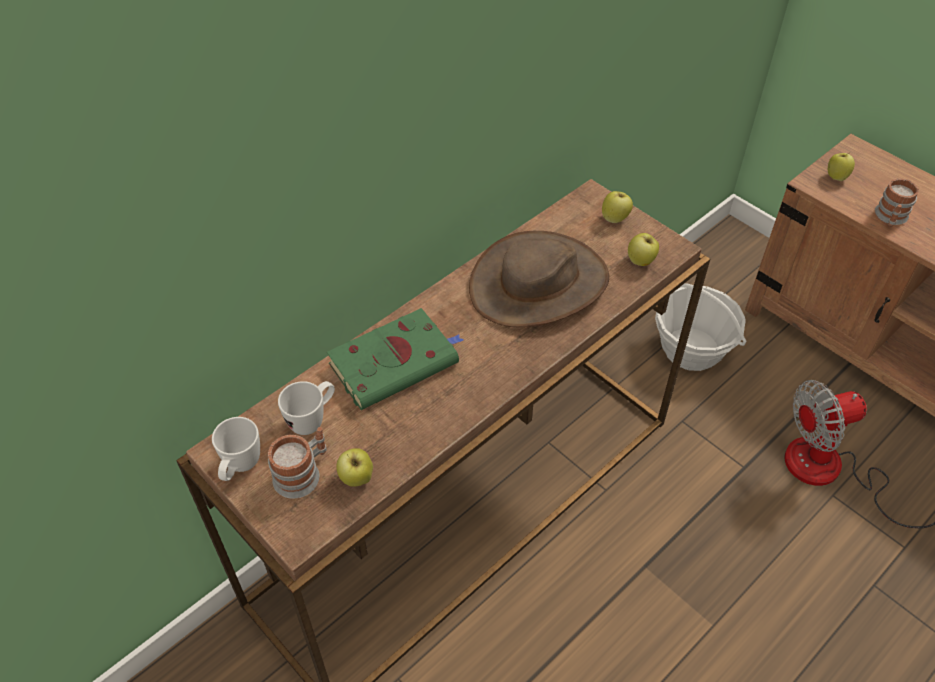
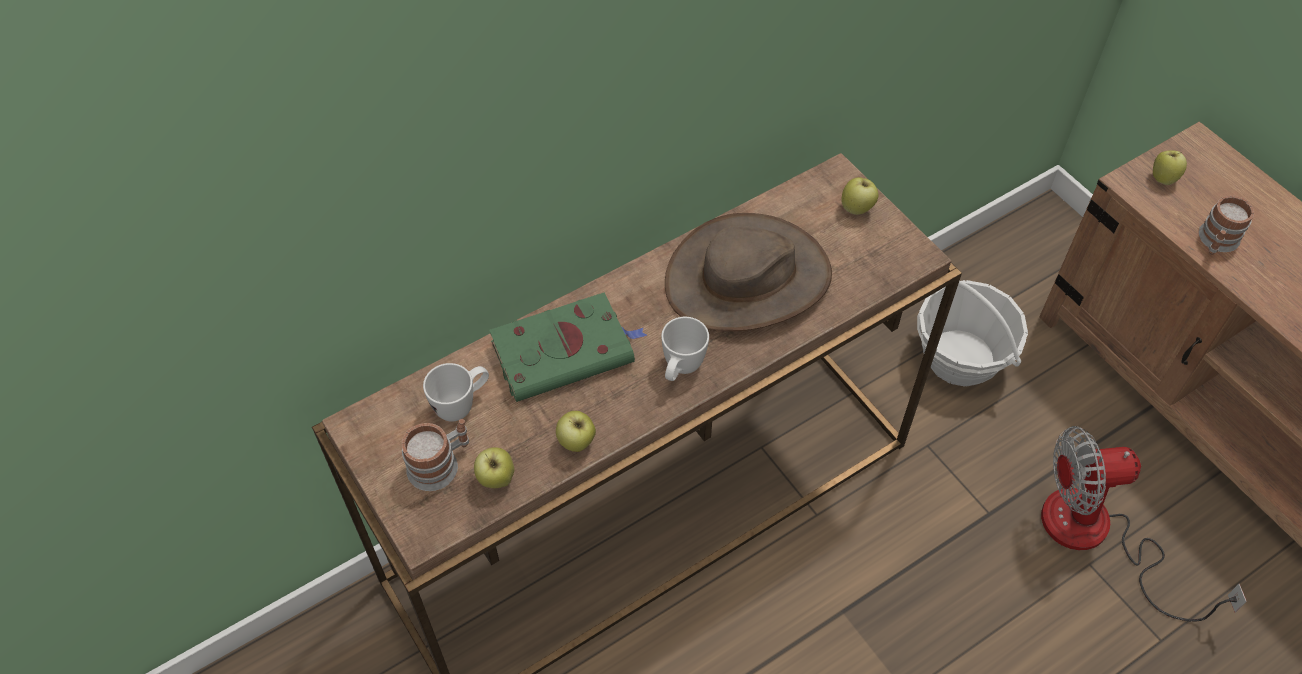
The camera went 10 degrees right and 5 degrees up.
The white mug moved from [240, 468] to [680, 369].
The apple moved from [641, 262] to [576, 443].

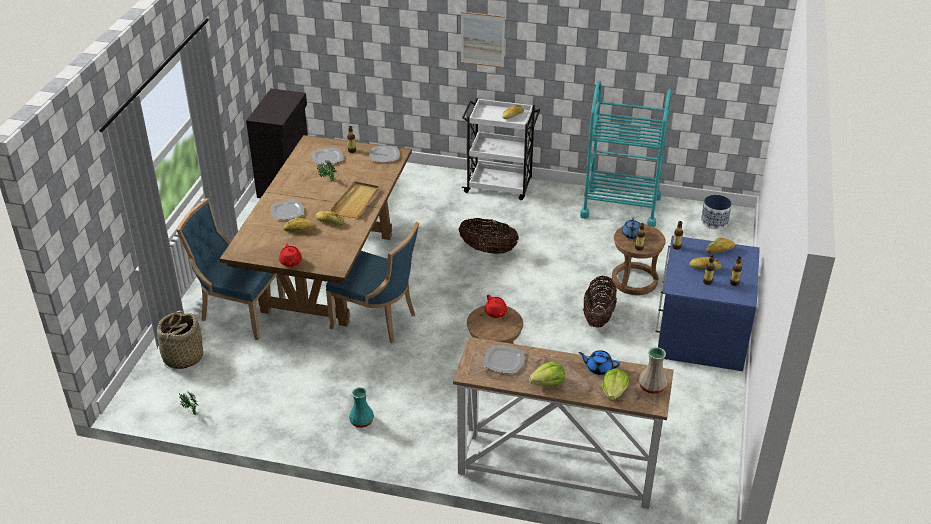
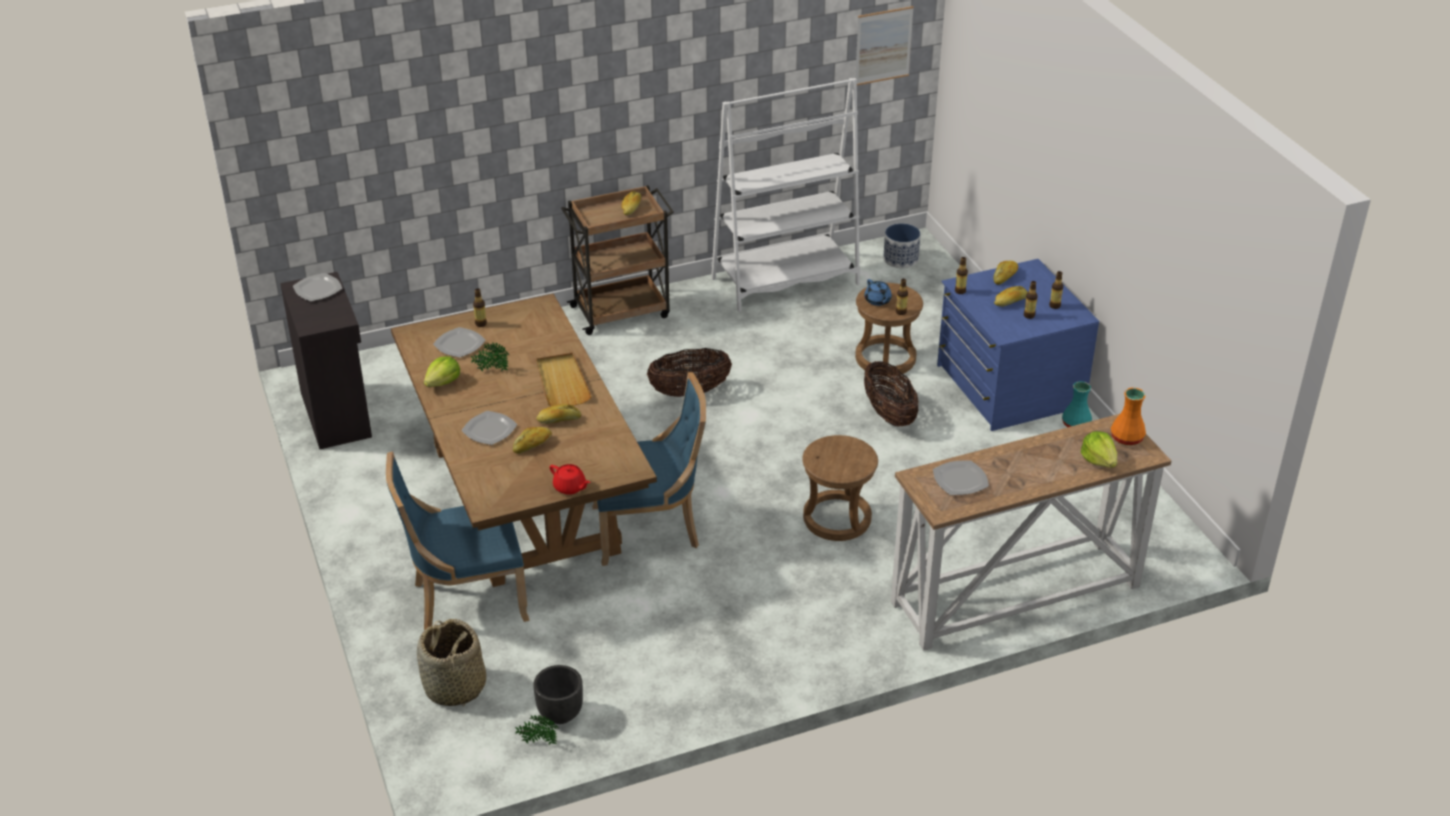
The camera went 35 degrees left and 0 degrees up.
The red teapot at [495, 313] disappeared.
The blue teapot at [598, 368] disappeared.
The black planter at [561, 714] appeared.
The turquoise vase moved from [361, 421] to [1075, 425].
The plate moved from [384, 155] to [317, 289].
The picture moved from [482, 39] to [883, 45].
The lettuce moved from [548, 383] to [443, 382].
The turquoise cart at [620, 207] was replaced by the white bookcase at [785, 281].
The white cart at [499, 186] became the brown cart at [622, 311].
The beige vase at [651, 387] became the orange vase at [1126, 438].

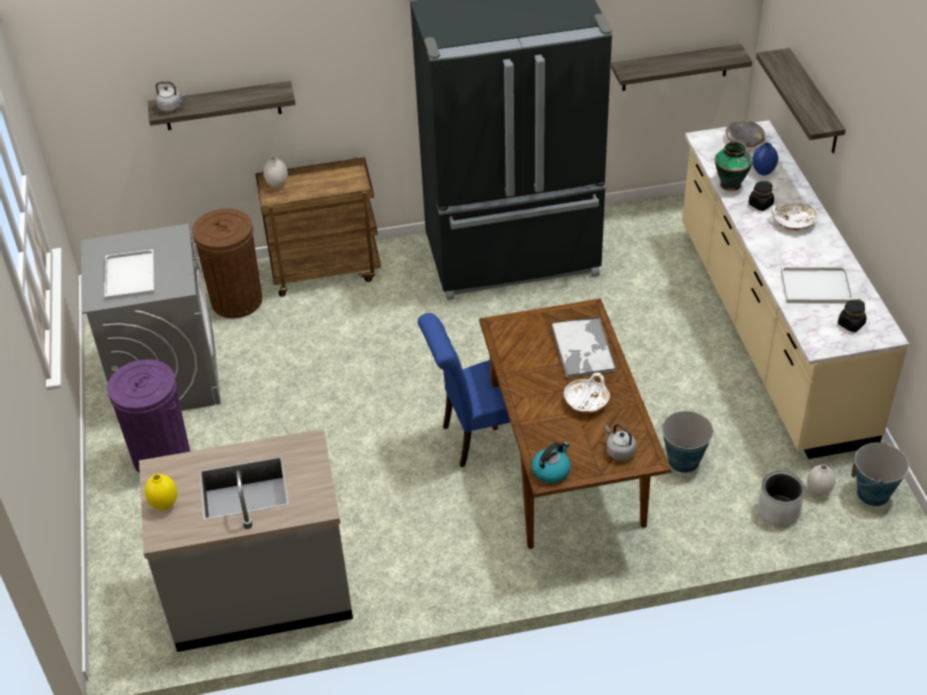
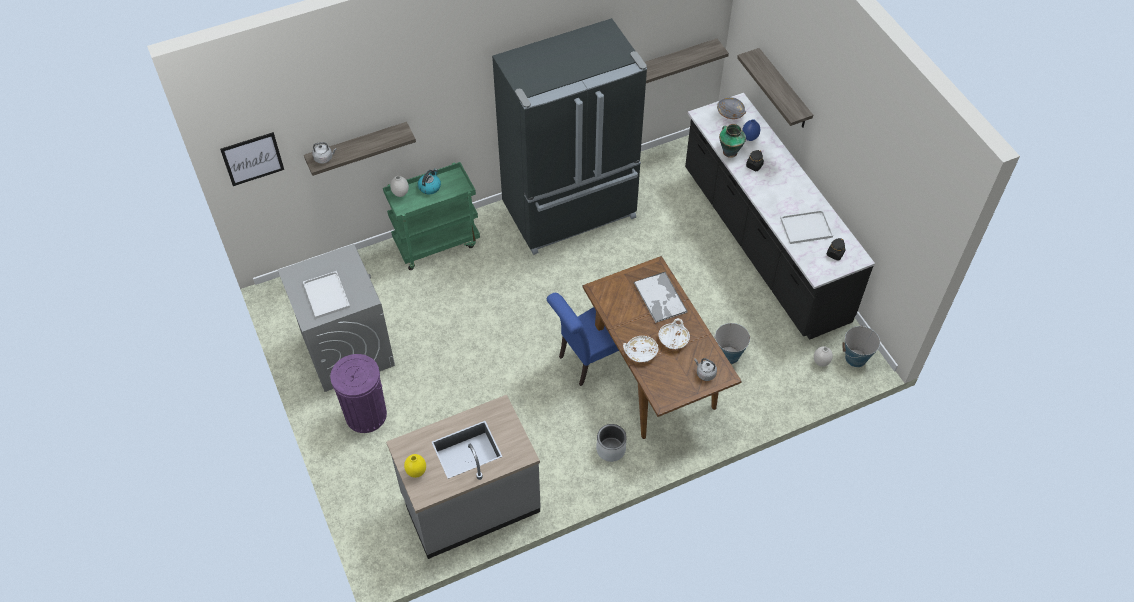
The camera went 15 degrees left and 10 degrees up.
The brown trash can at [236, 300] disappeared.
The picture at [252, 159] appeared.
The kettle moved from [551, 470] to [429, 187].
The grey planter moved from [778, 510] to [610, 449].
The white bowl moved from [793, 222] to [640, 352].
The brown cart at [326, 270] became the green cart at [437, 242].
The beige counter at [770, 331] became the black counter at [763, 245].

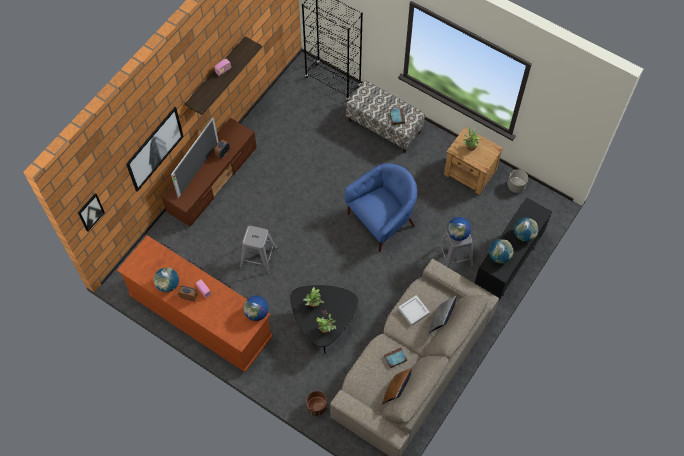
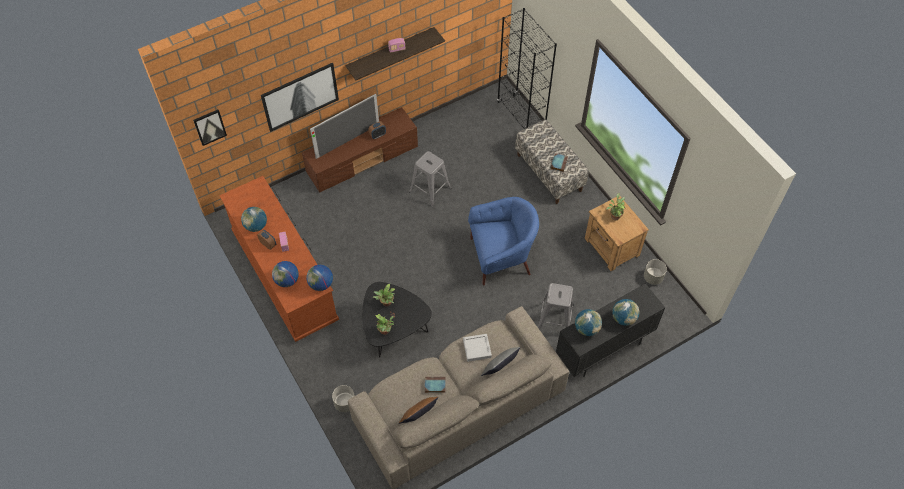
The camera went 25 degrees right and 5 degrees down.
The grey stool moved from [258, 257] to [429, 190].
The globe moved from [458, 234] to [287, 280].
The brown planter at [317, 407] became the grey planter at [345, 403].

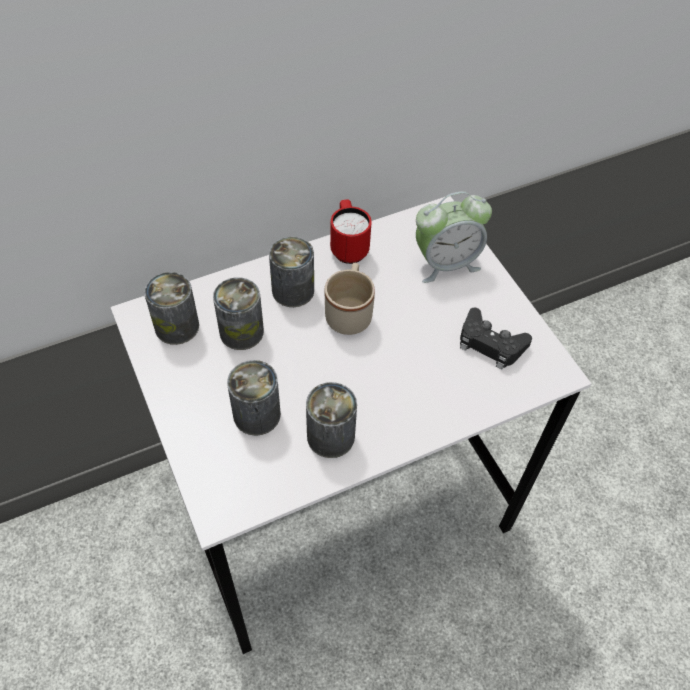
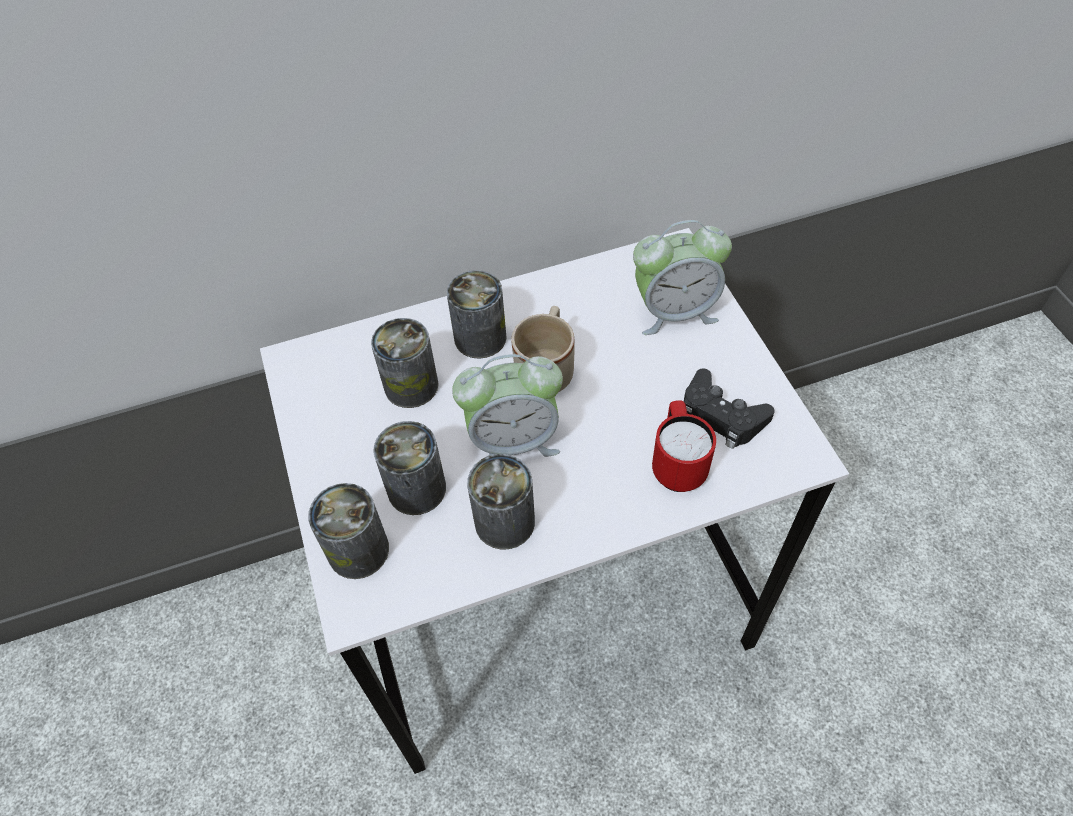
The camera went 10 degrees right and 0 degrees up.
The alarm clock at [513, 440] appeared.
The can moved from [177, 326] to [358, 550].
The red mug moved from [348, 247] to [677, 464].

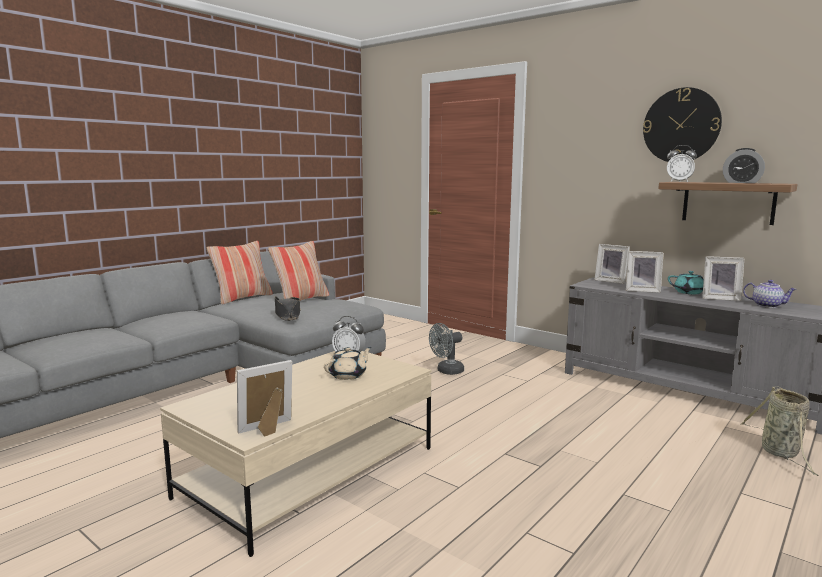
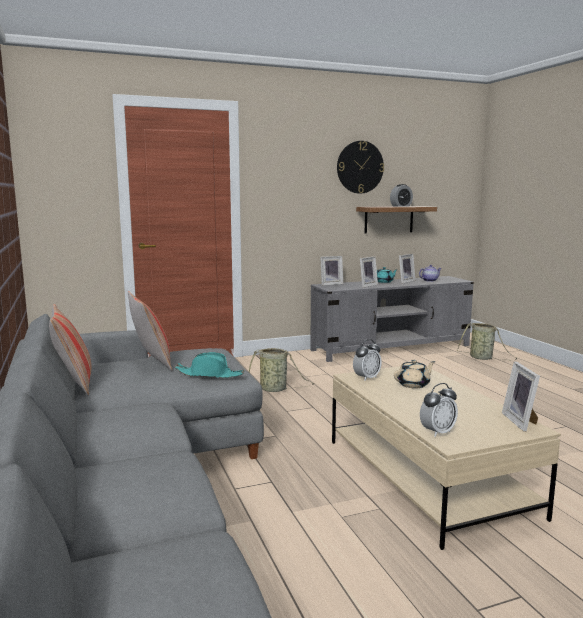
The camera went 60 degrees left and 0 degrees up.
The alarm clock moved from [679, 182] to [437, 432].
The grey fan at [446, 371] was replaced by the basket at [275, 389].
The black hat at [287, 315] became the turquoise hat at [210, 374].
The beige teapot at [348, 375] turned 75 degrees clockwise.

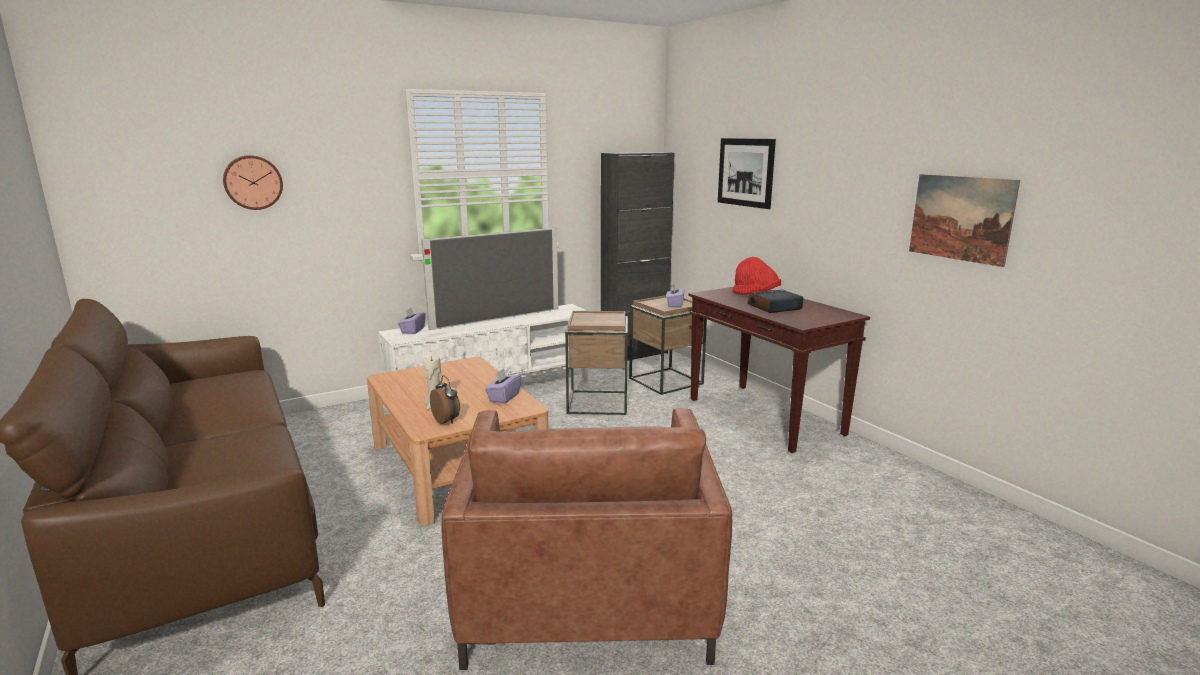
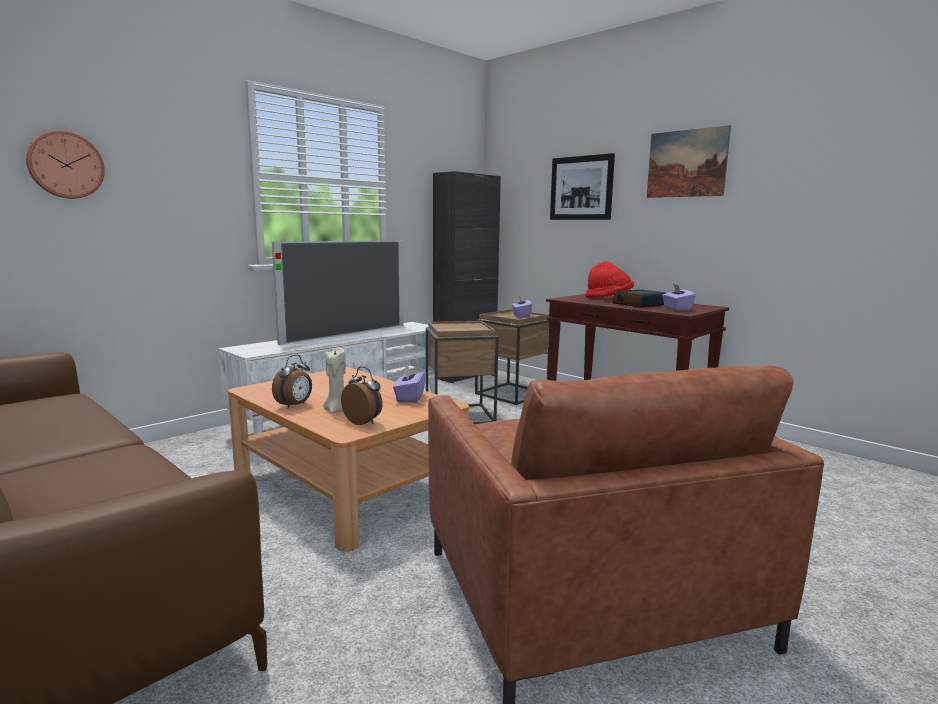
The camera went 15 degrees left and 5 degrees down.
The alarm clock at [295, 405] appeared.
The purple tissue box moved from [412, 330] to [676, 309].
The picture moved from [961, 218] to [686, 163].

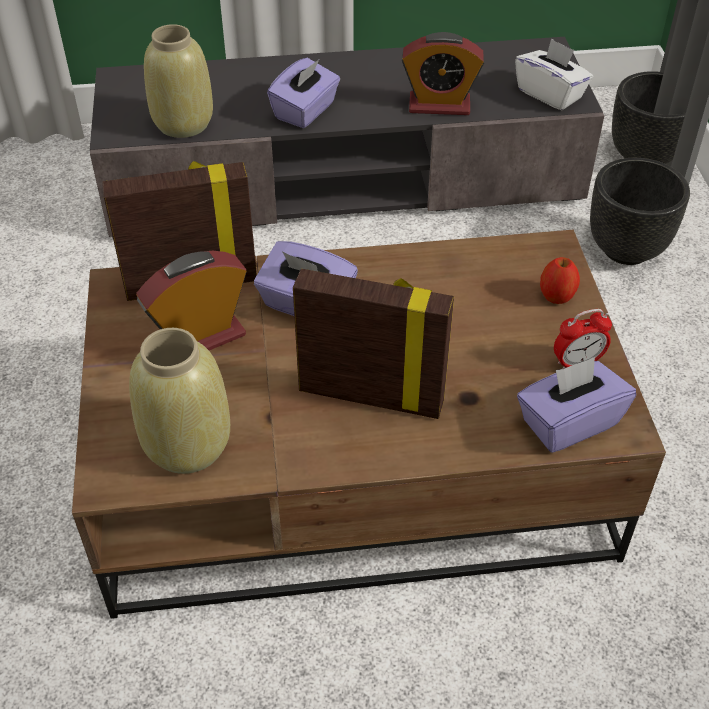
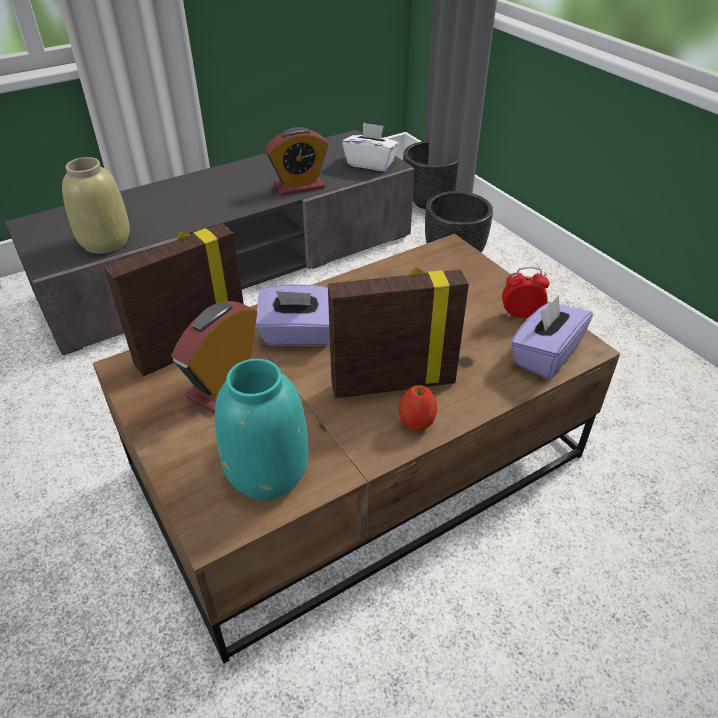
The camera went 25 degrees left and 5 degrees down.
The purple tissue box at [305, 111] disappeared.
The apple moved from [556, 296] to [417, 423].
The beige vase at [189, 445] became the turquoise vase at [268, 472].
The alarm clock at [577, 363] turned 135 degrees counterclockwise.

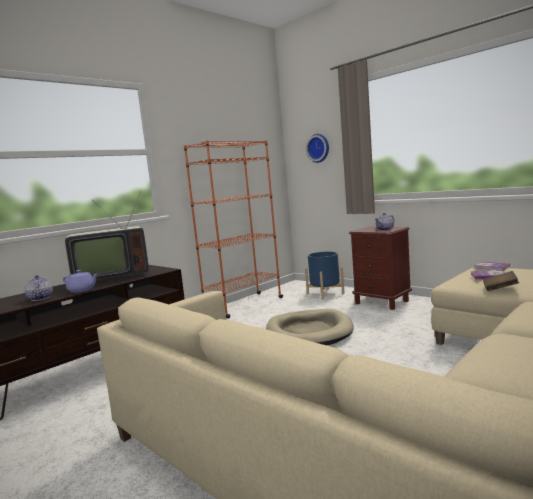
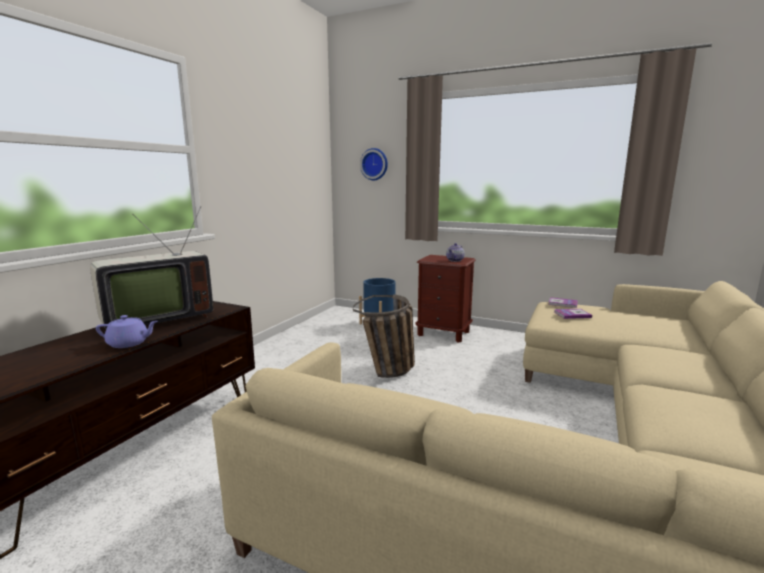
The camera went 20 degrees left and 5 degrees up.
The teapot at [40, 298] disappeared.
The orange bookcase at [244, 305] disappeared.
The brown book at [500, 288] disappeared.
The beige dog bed at [309, 332] was replaced by the basket at [390, 373].

